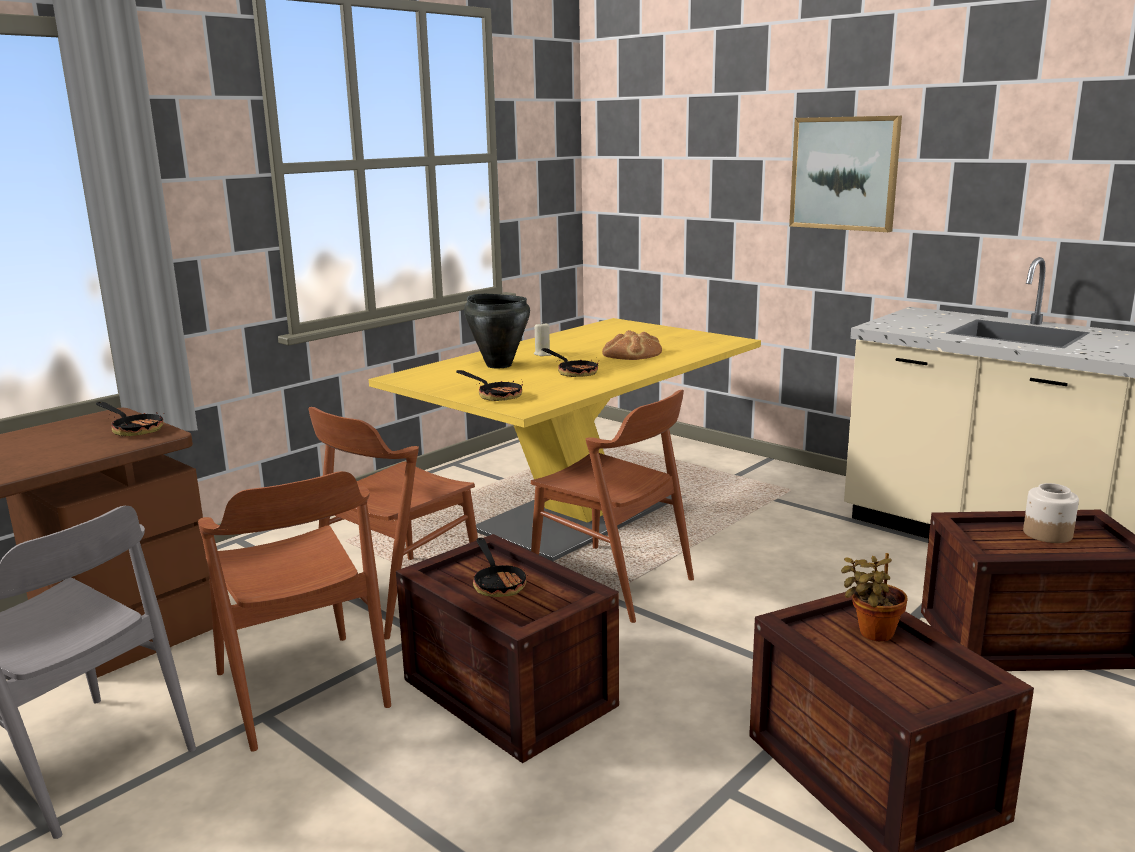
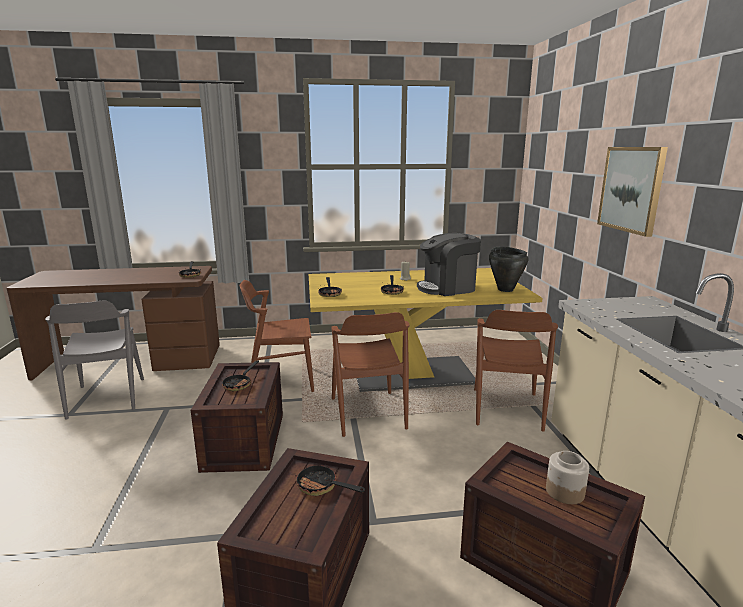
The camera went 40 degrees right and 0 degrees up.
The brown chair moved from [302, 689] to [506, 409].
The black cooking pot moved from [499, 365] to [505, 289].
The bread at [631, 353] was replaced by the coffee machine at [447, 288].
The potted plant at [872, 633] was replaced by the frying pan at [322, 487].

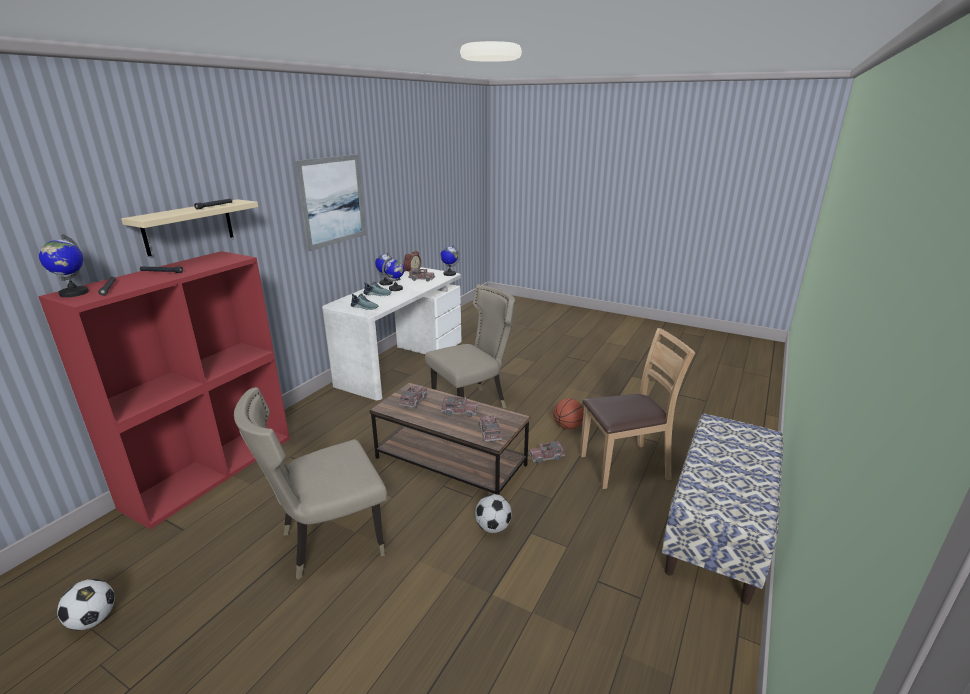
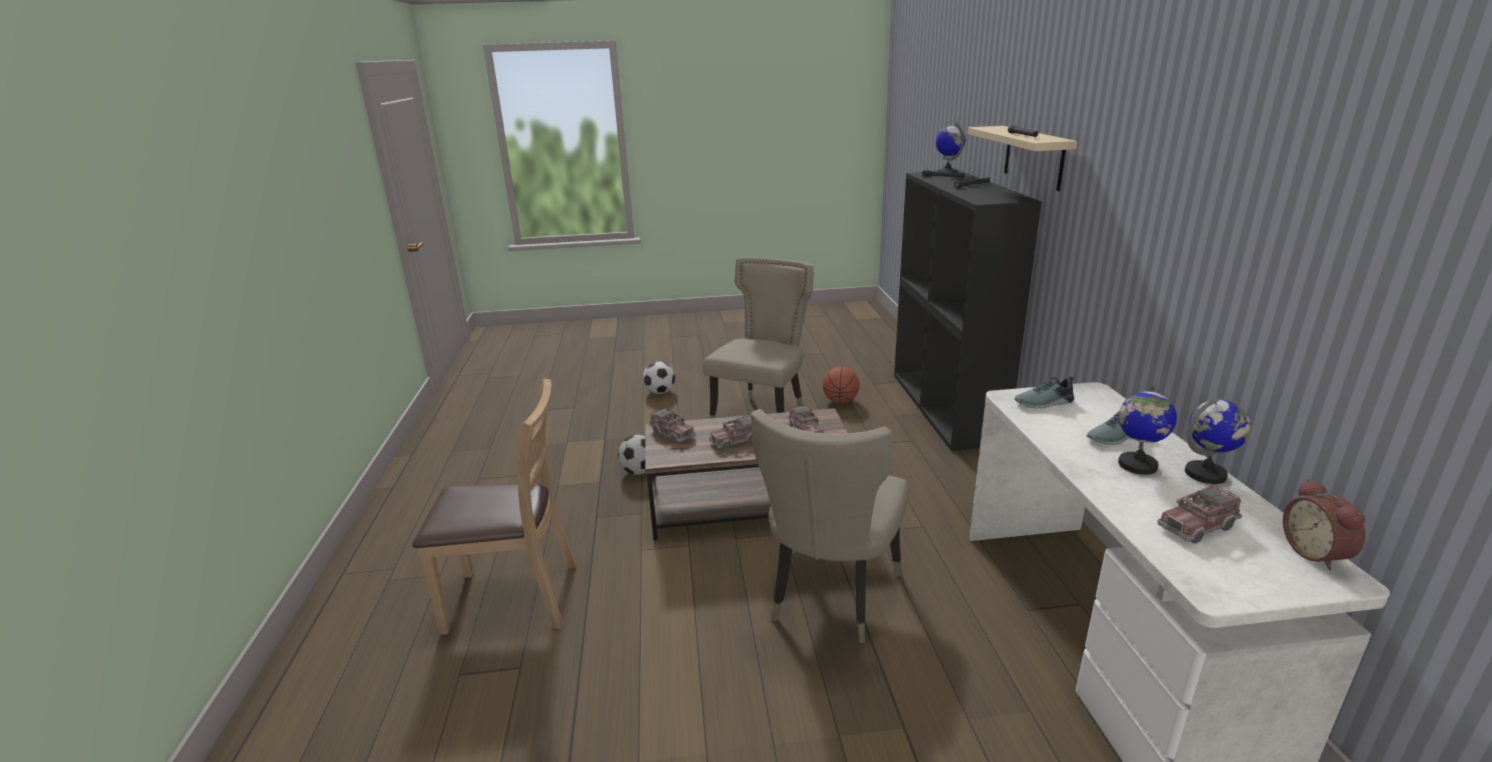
The camera went 145 degrees right and 0 degrees up.
The picture at [332, 201] disappeared.
The globe at [449, 274] disappeared.
The toy truck at [546, 457] disappeared.
The bench at [718, 531] disappeared.
The football moved from [93, 620] to [660, 392].
The basketball moved from [568, 427] to [840, 401].
The red bookcase at [211, 470] became the black bookcase at [947, 408].
The brown chair at [624, 466] turned 135 degrees counterclockwise.

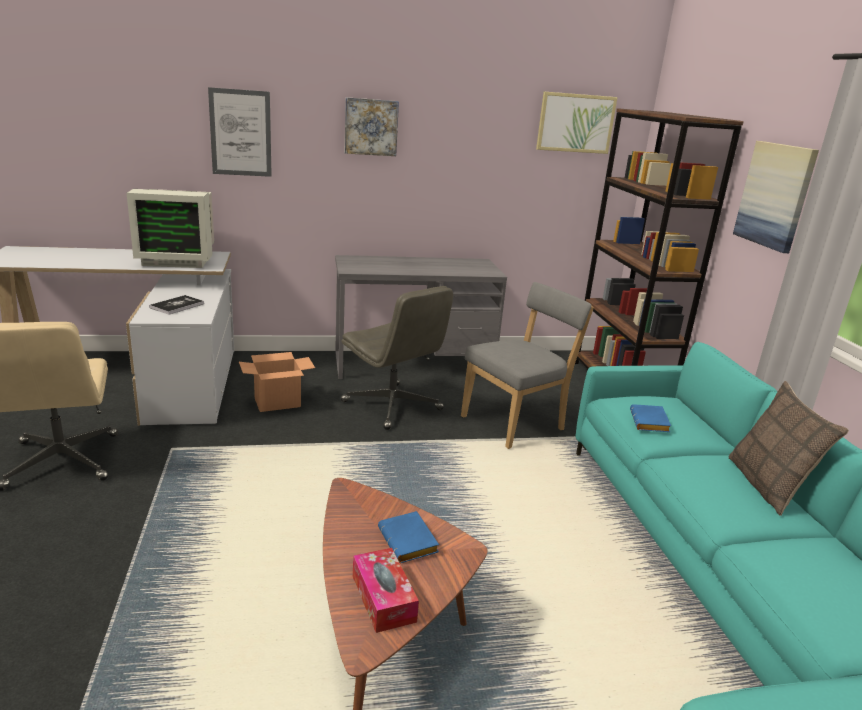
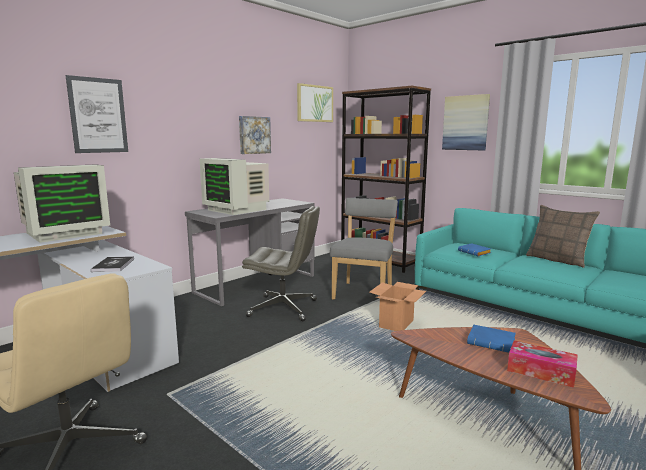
The camera went 35 degrees left and 10 degrees down.
The monitor at [237, 210] appeared.
The cardboard box moved from [278, 402] to [396, 323].
The picture moved from [371, 127] to [254, 135].

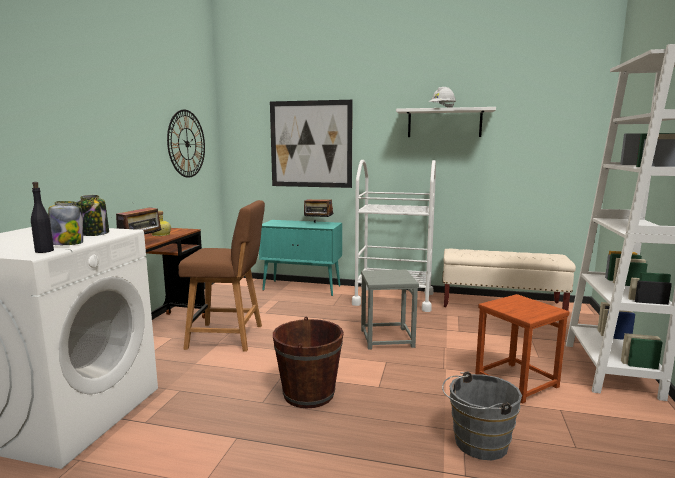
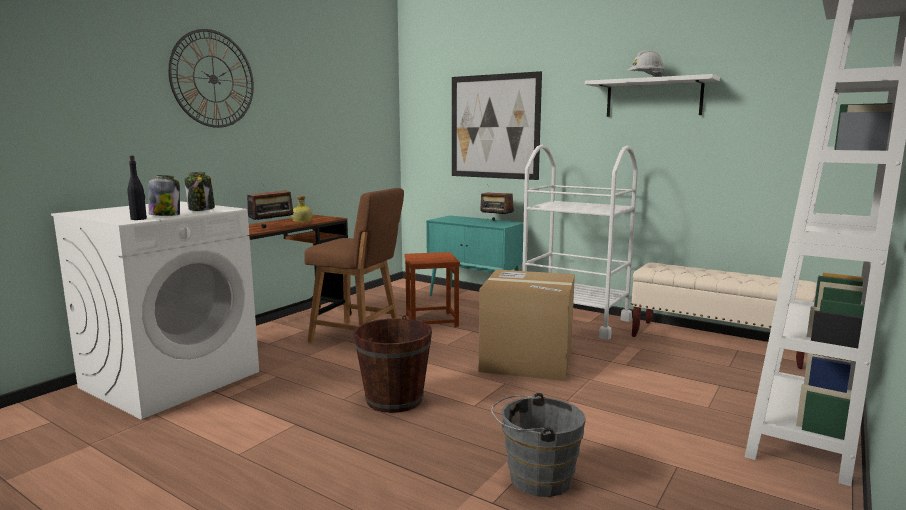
The camera went 20 degrees right and 0 degrees up.
The wall clock moved from [187, 144] to [213, 79].
The brown stool moved from [515, 382] to [431, 320].
The grey stool at [386, 338] was replaced by the cardboard box at [527, 360].

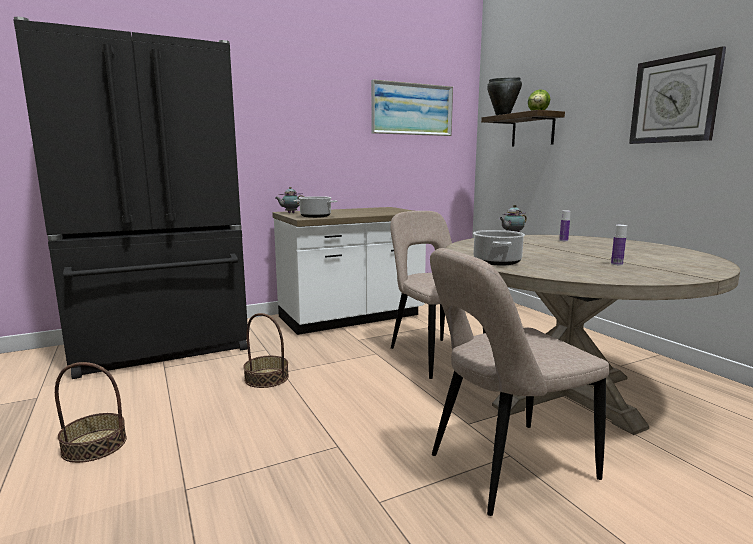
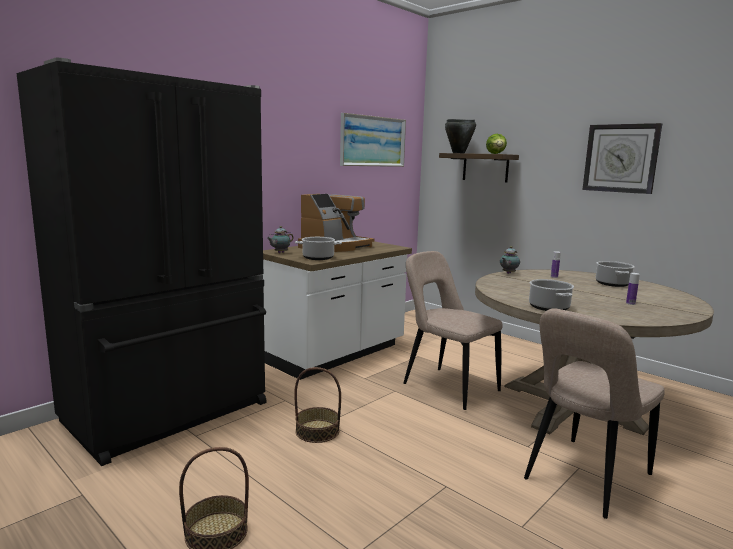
The camera went 20 degrees left and 0 degrees up.
The coffee machine at [335, 247] appeared.
The cooking pot at [612, 283] appeared.

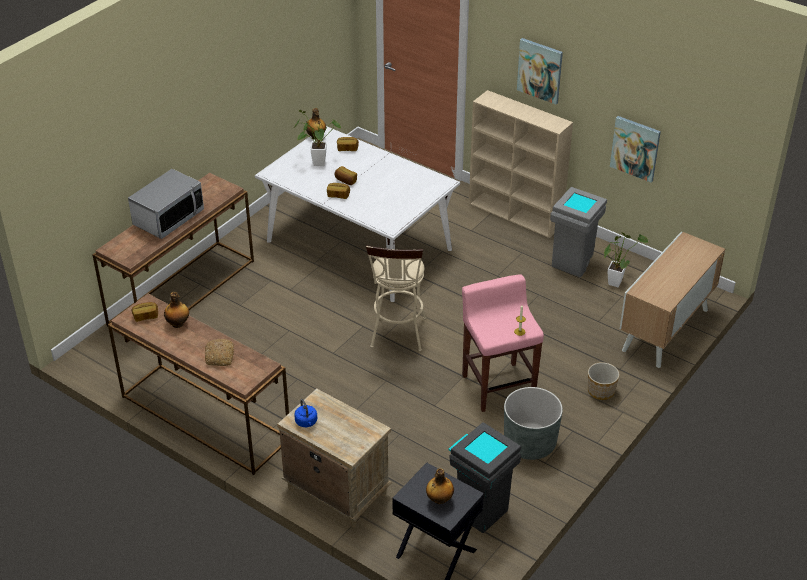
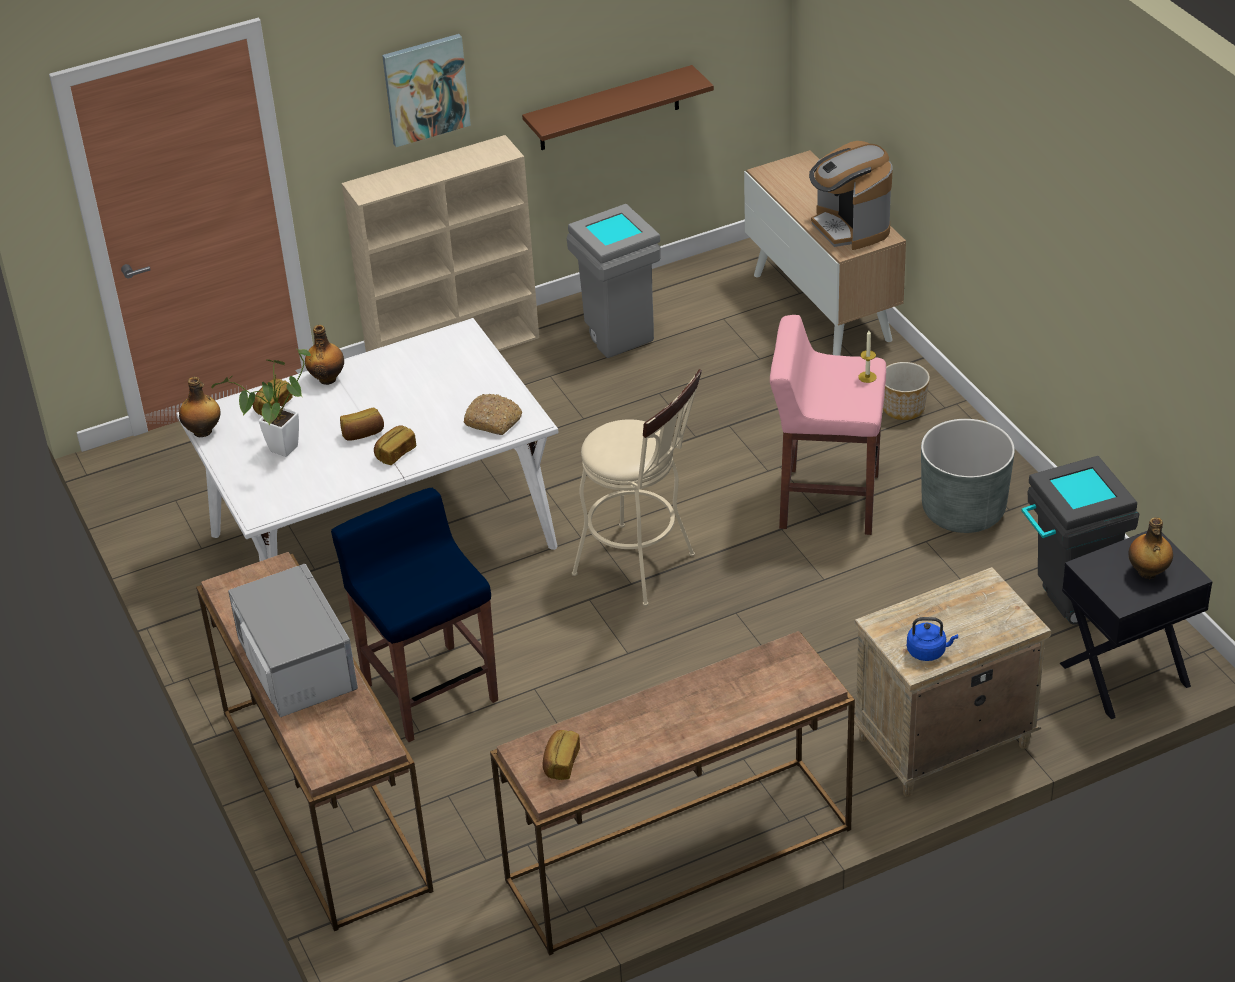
The camera went 60 degrees left and 0 degrees up.
The potted plant at [616, 281] disappeared.
The blue stool at [429, 691] appeared.
The coffee machine at [850, 227] appeared.
The bottle moved from [178, 324] to [327, 378].
The bread moved from [220, 356] to [494, 421].
The picture at [635, 148] was replaced by the brown shelf at [609, 109].

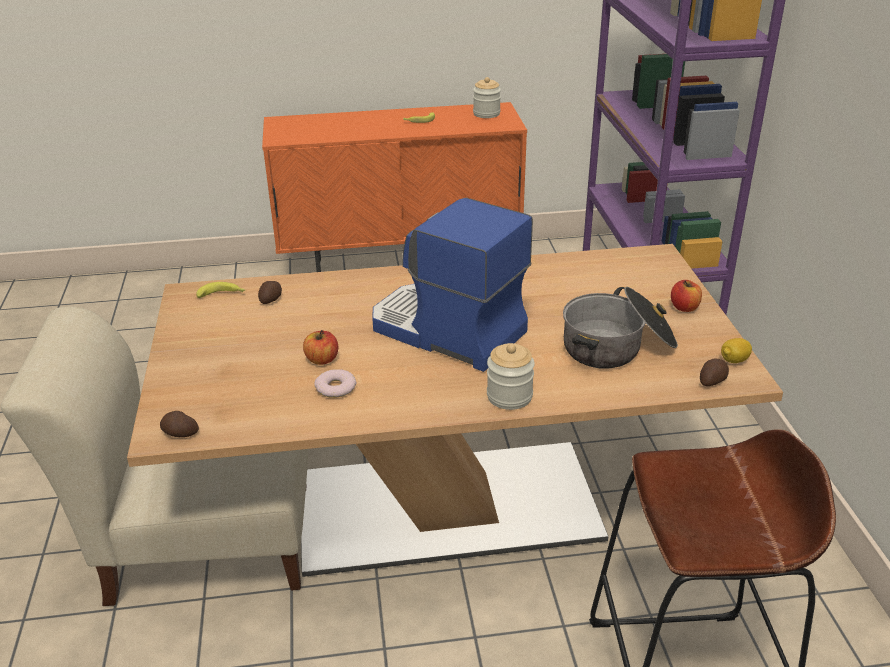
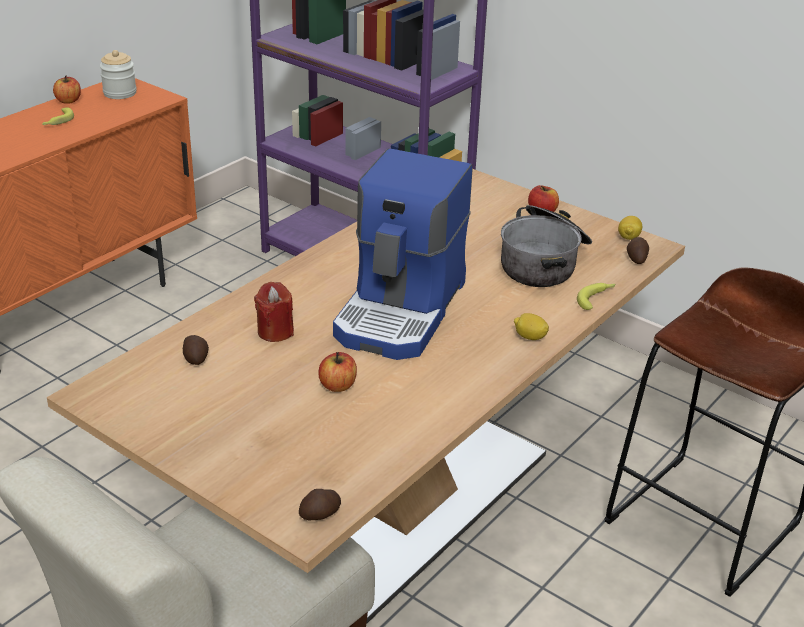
The camera went 45 degrees left and 0 degrees up.
The donut at [335, 387] disappeared.
The apple at [68, 101] appeared.
The red candle at [275, 331] appeared.
The banana moved from [222, 295] to [596, 298].
The jar at [509, 396] was replaced by the lemon at [530, 337].
The coffee machine at [446, 331] turned 60 degrees counterclockwise.

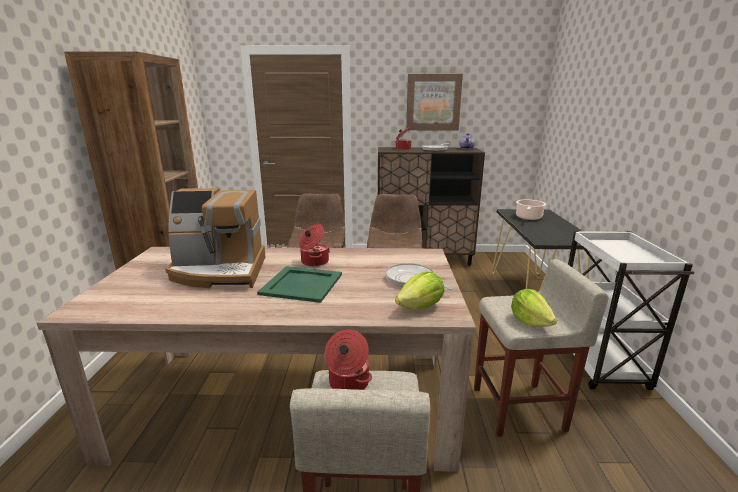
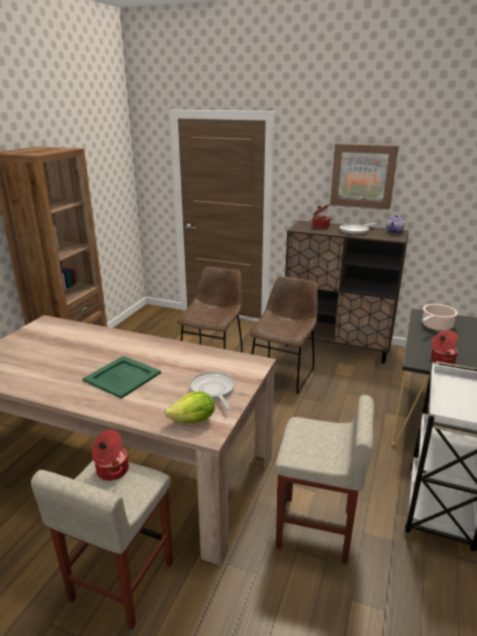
The camera went 20 degrees right and 5 degrees up.
The coffee machine at [220, 271] disappeared.
The lettuce at [530, 321] disappeared.
The cooking pot moved from [314, 262] to [441, 360].

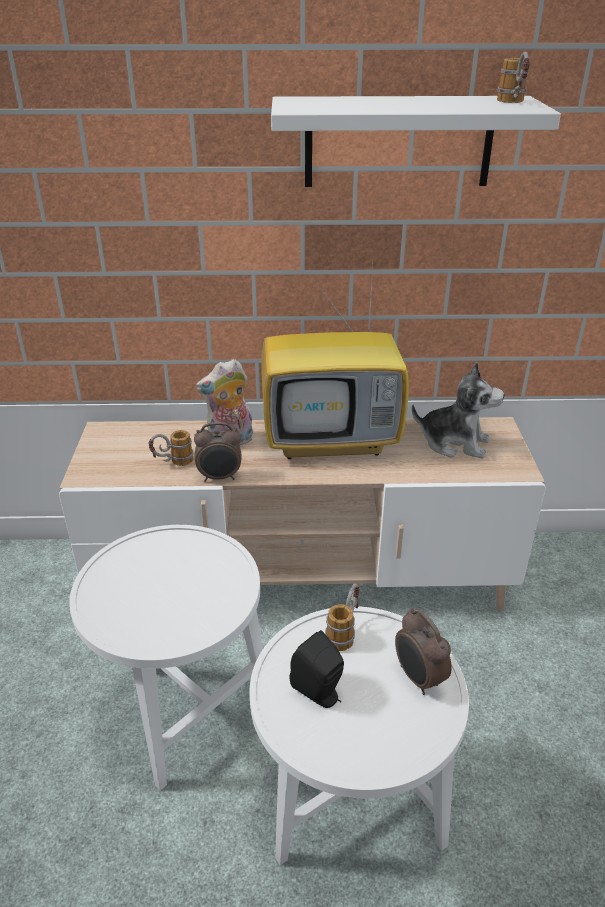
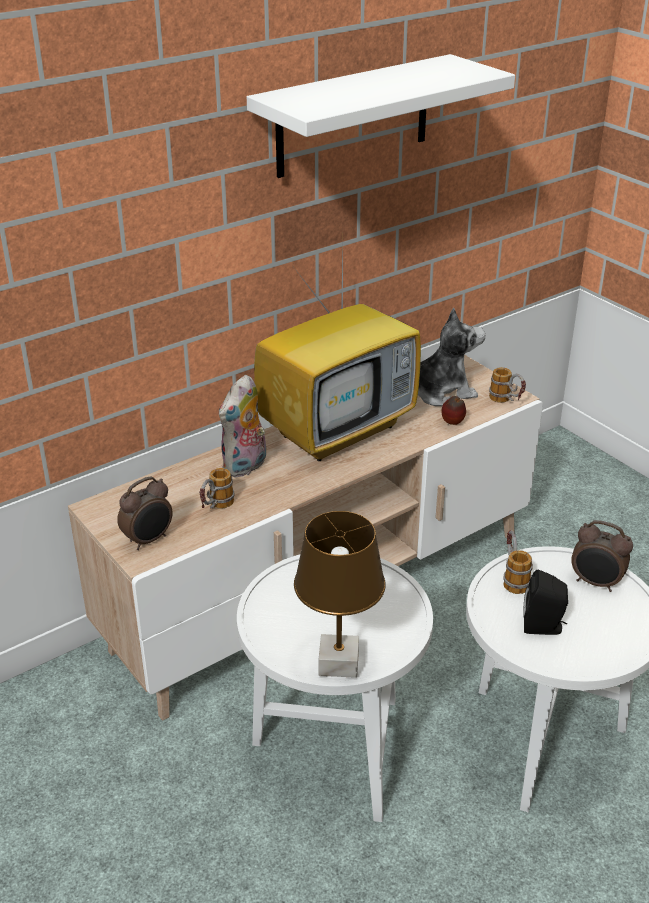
The camera went 35 degrees left and 0 degrees up.
The brown table lamp at [339, 663] appeared.
The apple at [452, 424] appeared.
The alarm clock moved from [220, 477] to [149, 540].
The mug moved from [513, 102] to [506, 401].

